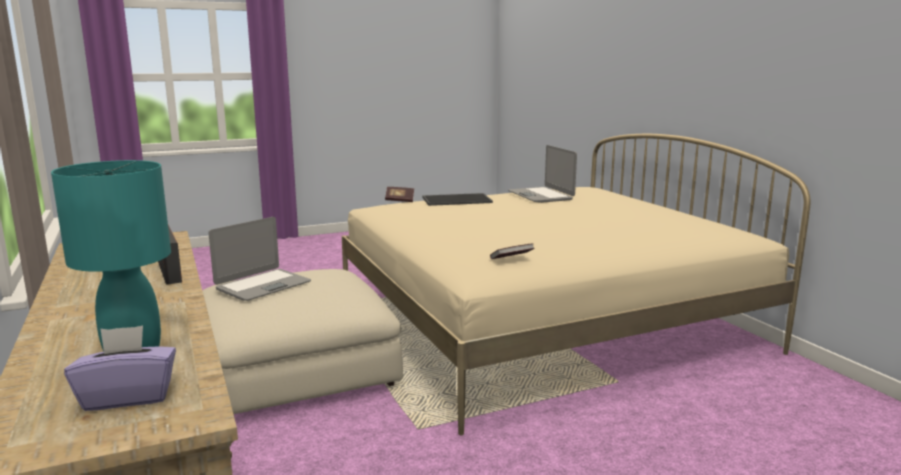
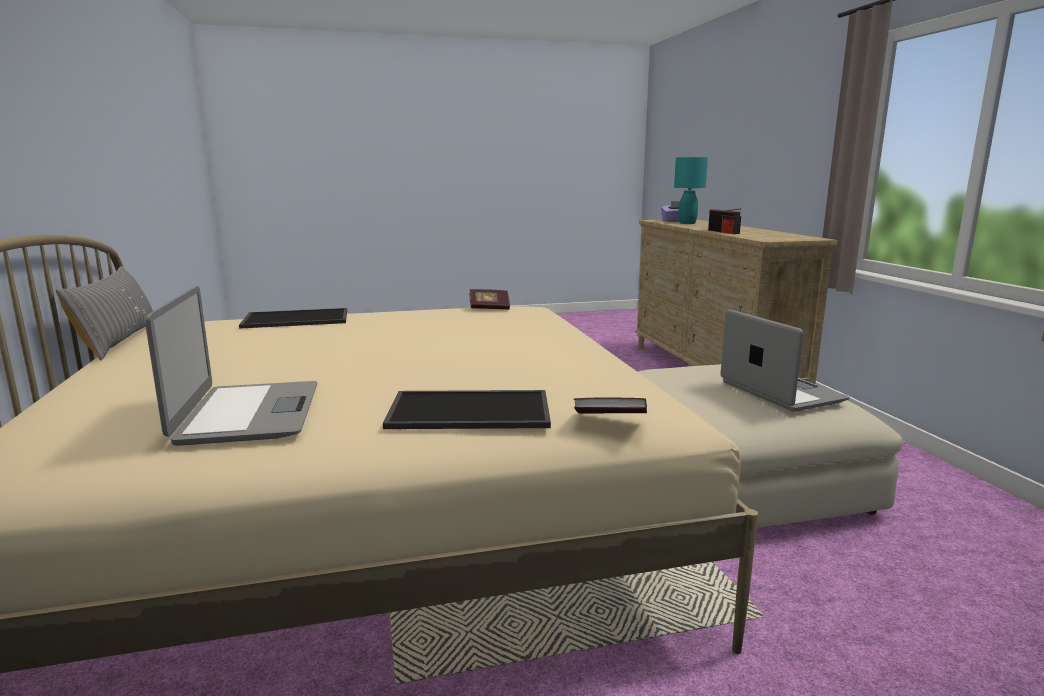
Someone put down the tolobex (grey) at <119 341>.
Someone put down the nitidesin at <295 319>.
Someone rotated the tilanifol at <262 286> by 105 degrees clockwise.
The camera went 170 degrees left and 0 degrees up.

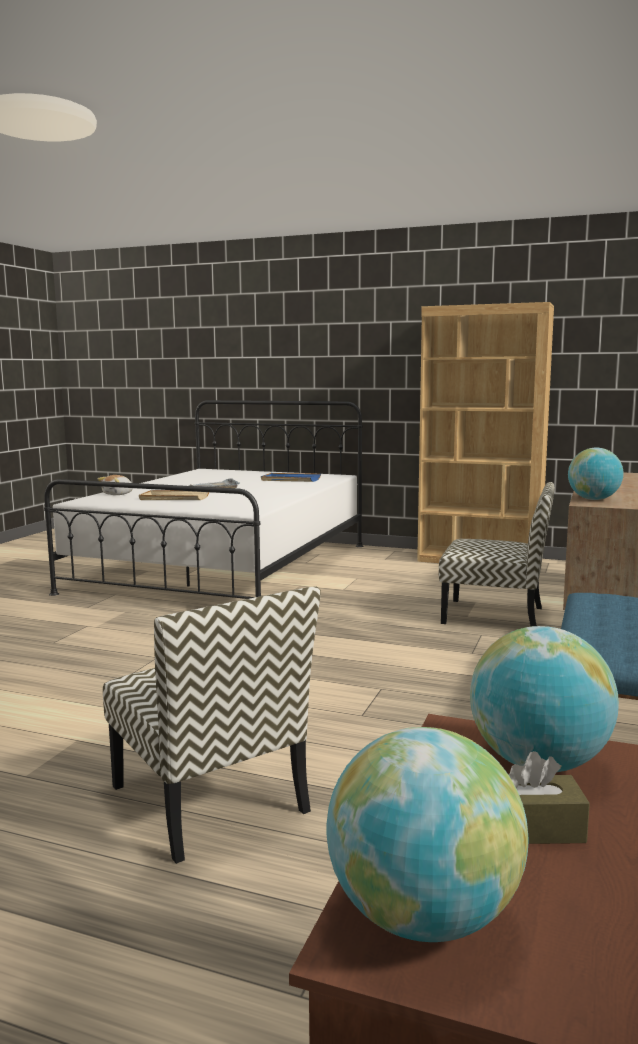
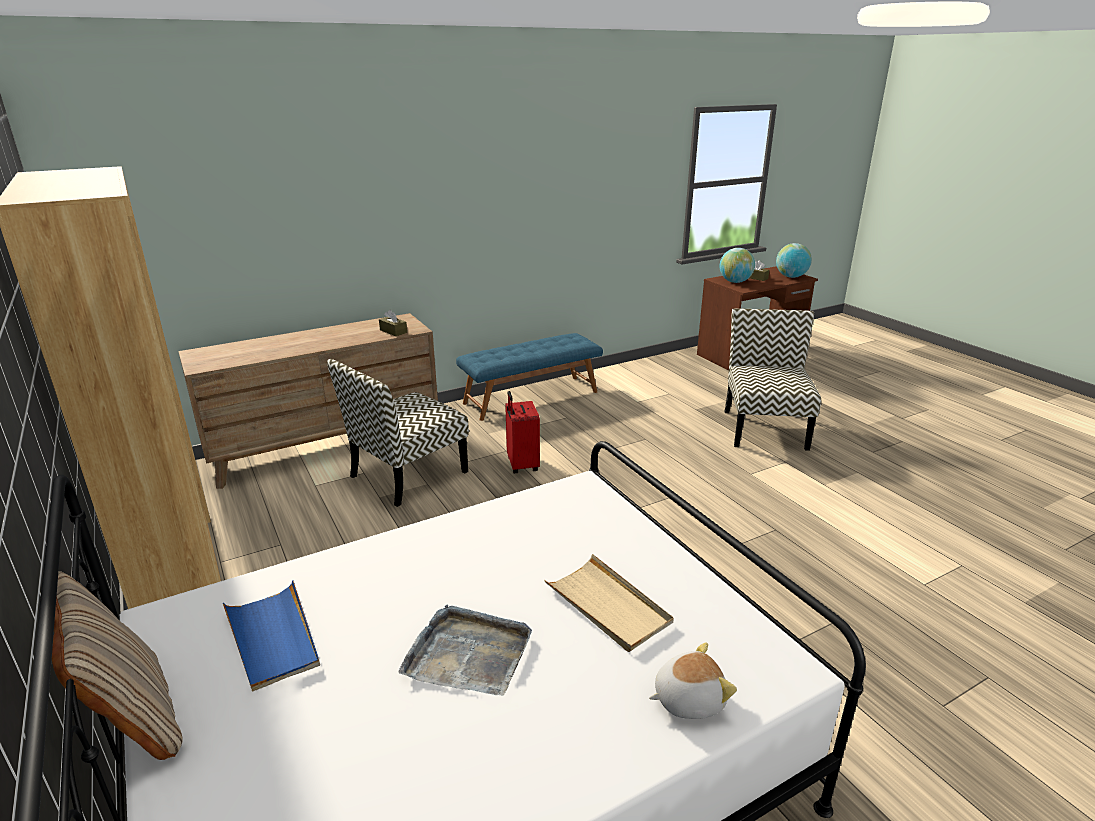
Someone put down the tolobex (beige) at <133 719>.
Someone put down the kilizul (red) at <521 465>.
Someone swapped the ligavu at <593 499> for the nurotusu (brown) at <393 331>.
Someone rotated the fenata at <495 615> by 105 degrees counterclockwise.
The camera went 140 degrees left and 15 degrees up.

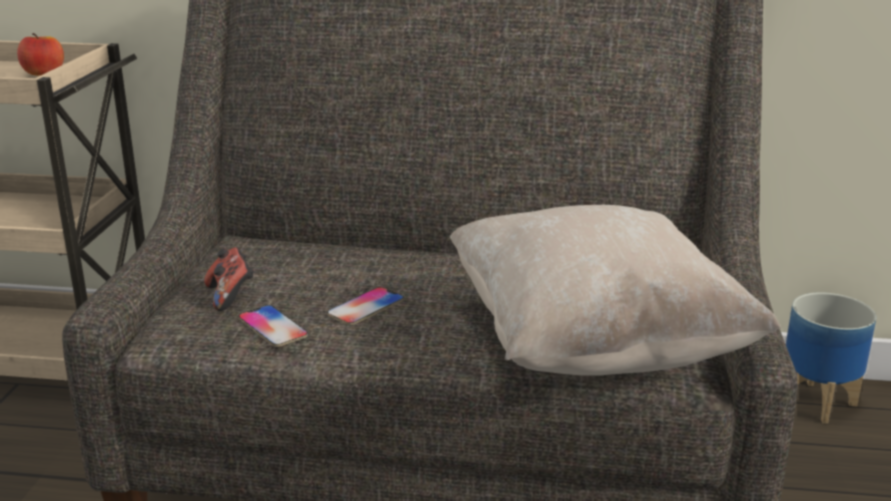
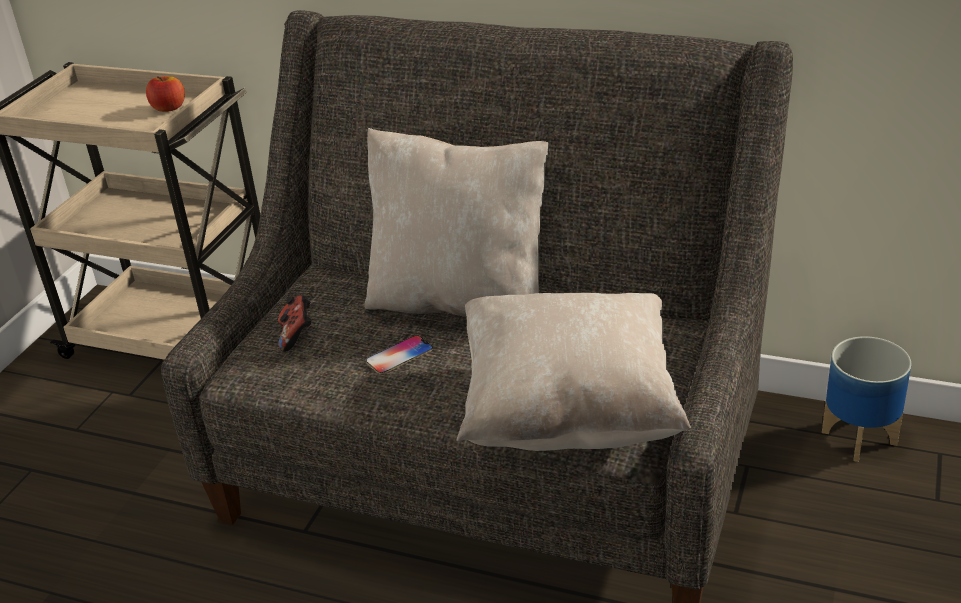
Someone took away the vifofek at <272 327>.
Someone put down the tolobex (beige) at <460 301>.
The camera went 15 degrees right and 10 degrees up.

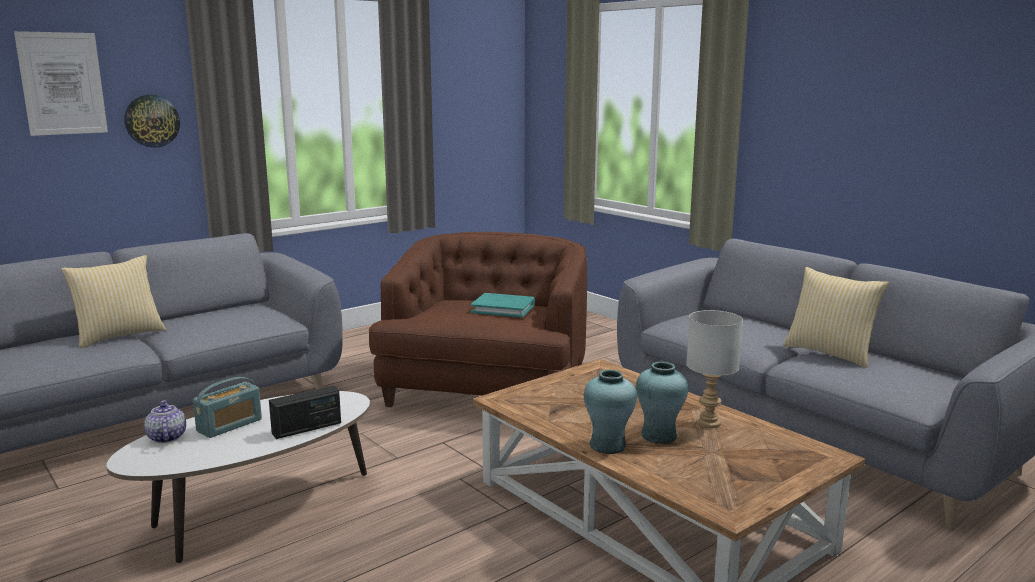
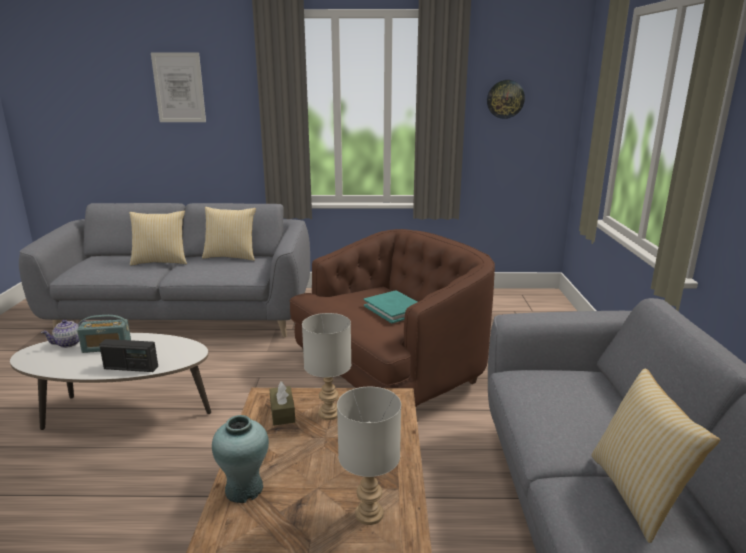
Someone took away the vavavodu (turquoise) at <658 435>.
Someone put down the tolobex at <231 256>.
Someone put down the nurotusu (brown) at <282 412>.
Someone put down the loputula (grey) at <330 413>.
Someone carried the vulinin from <152 121> to <505 99>.
Someone rotated the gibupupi at <166 438> by 150 degrees counterclockwise.
The camera went 40 degrees right and 5 degrees up.

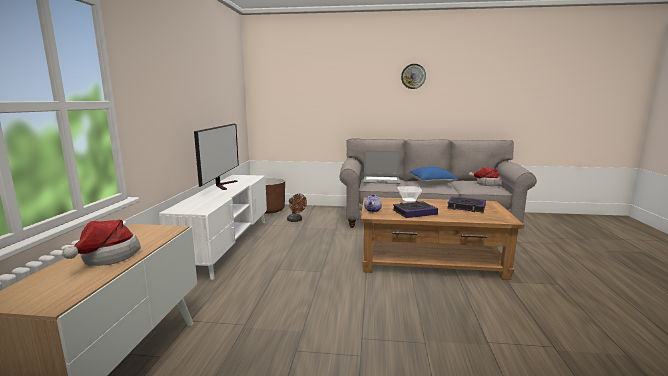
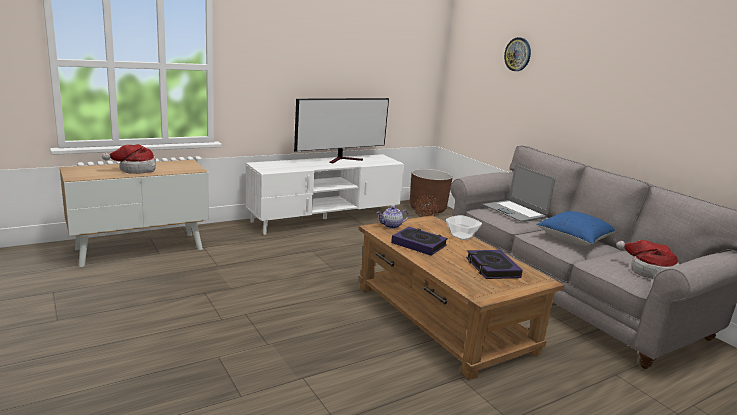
Someone carried the vulinin from <413 76> to <518 54>.
The camera went 50 degrees right and 5 degrees up.

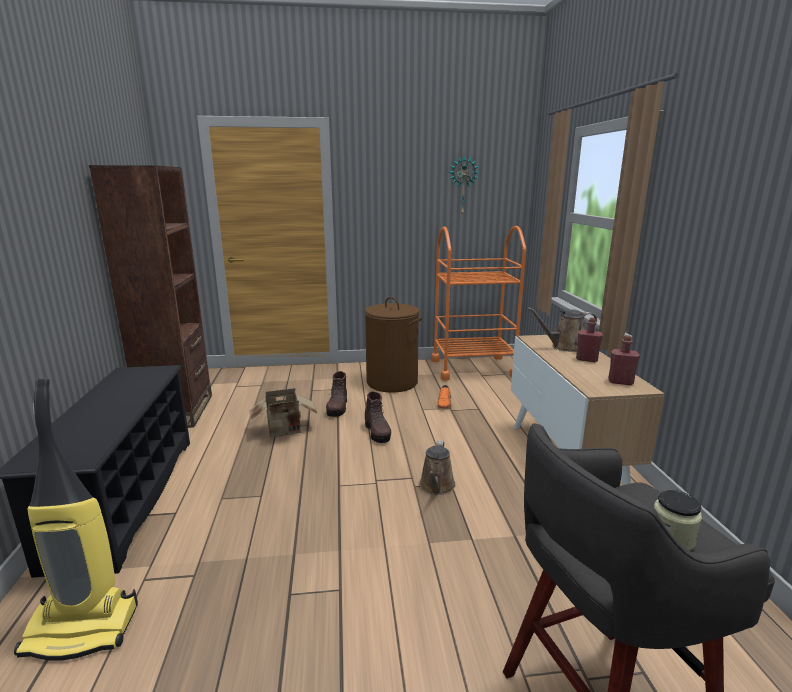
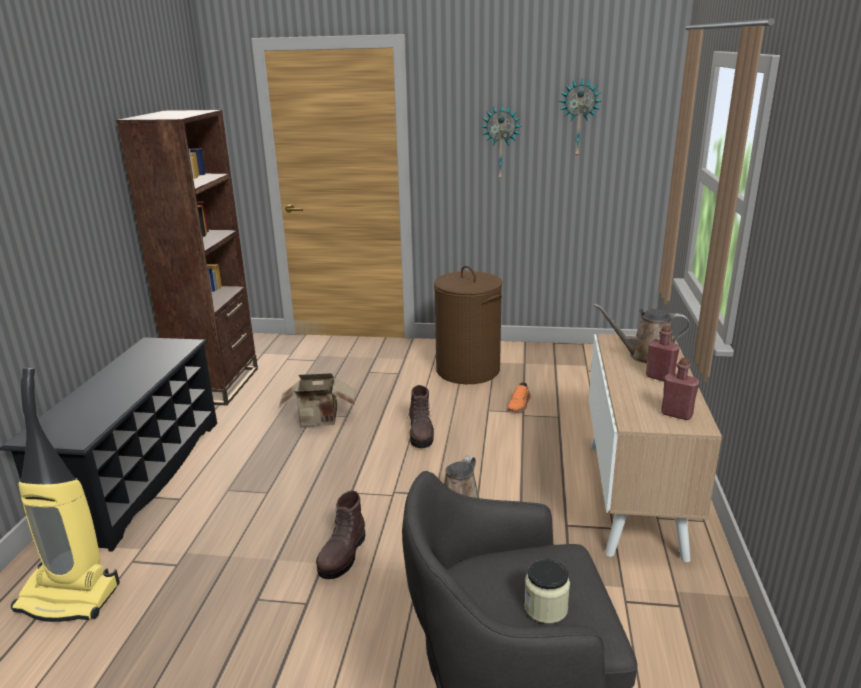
Someone took away the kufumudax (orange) at <472 368>.
Someone put up the vulinin at <501 143>.
Someone carried the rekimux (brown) from <337 408> to <343 556>.
The camera went 15 degrees right and 5 degrees up.

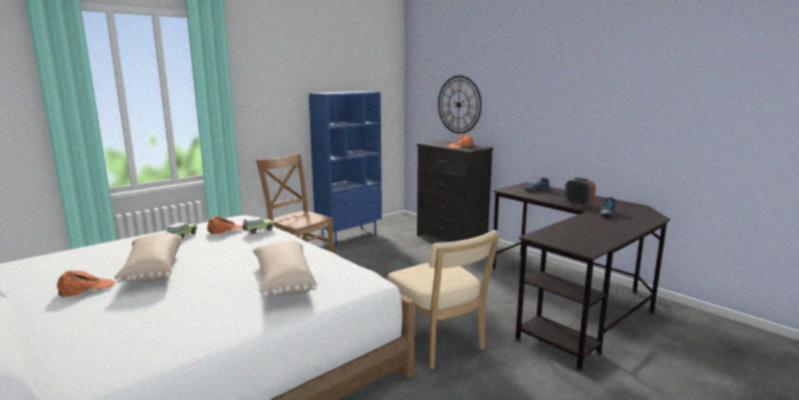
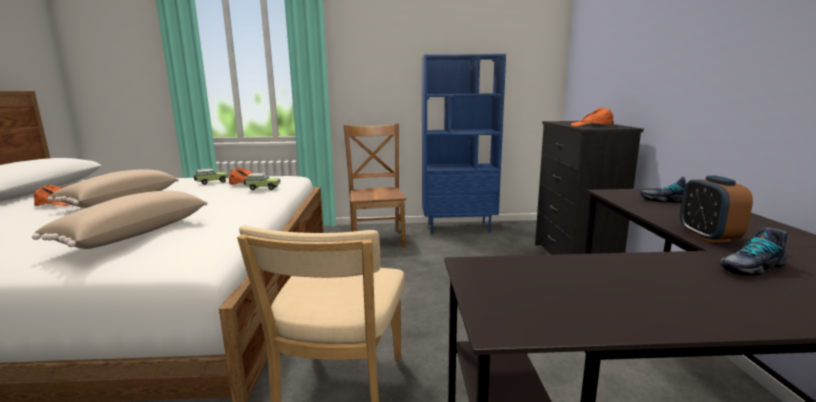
Someone took away the vulinin at <459 104>.
The camera went 40 degrees right and 0 degrees up.

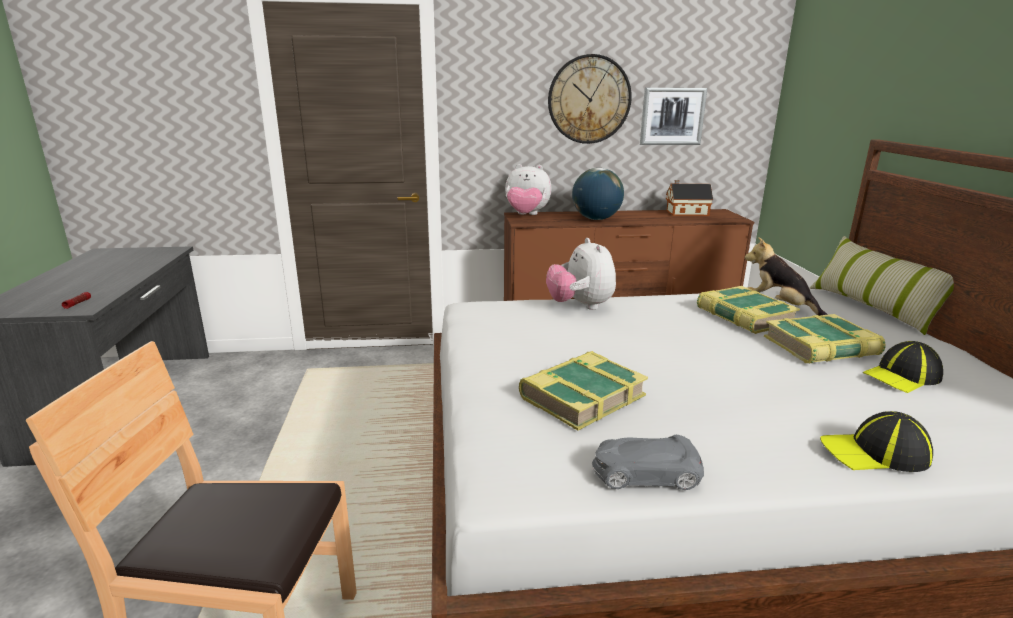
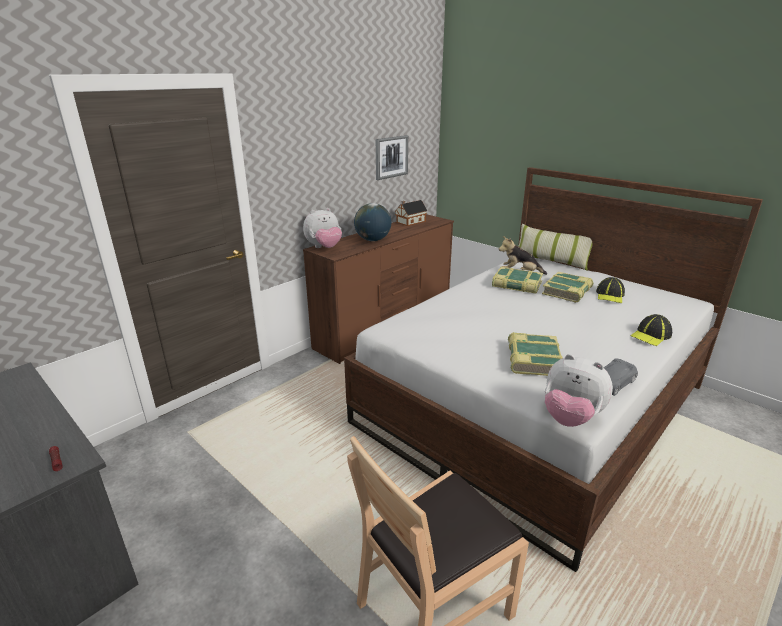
Someone took away the vulinin at <589 99>.
Someone carried the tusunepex from <580 306> to <570 418>.
The camera went 40 degrees left and 5 degrees up.

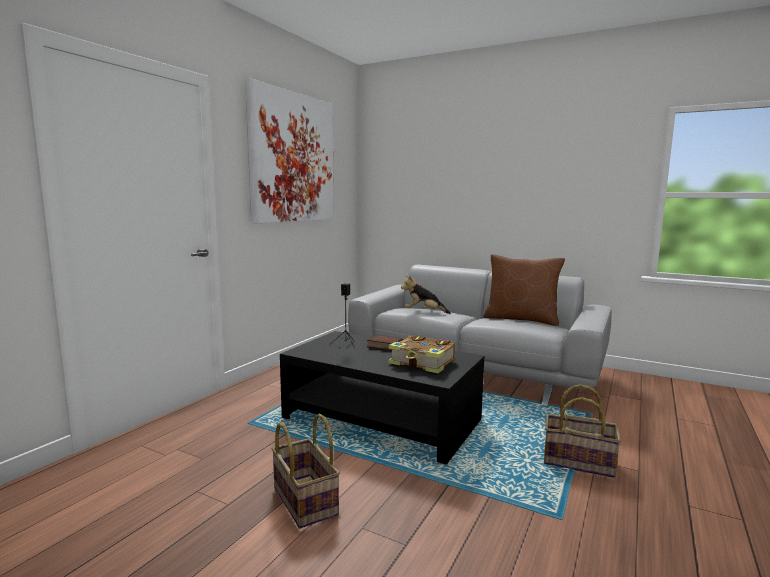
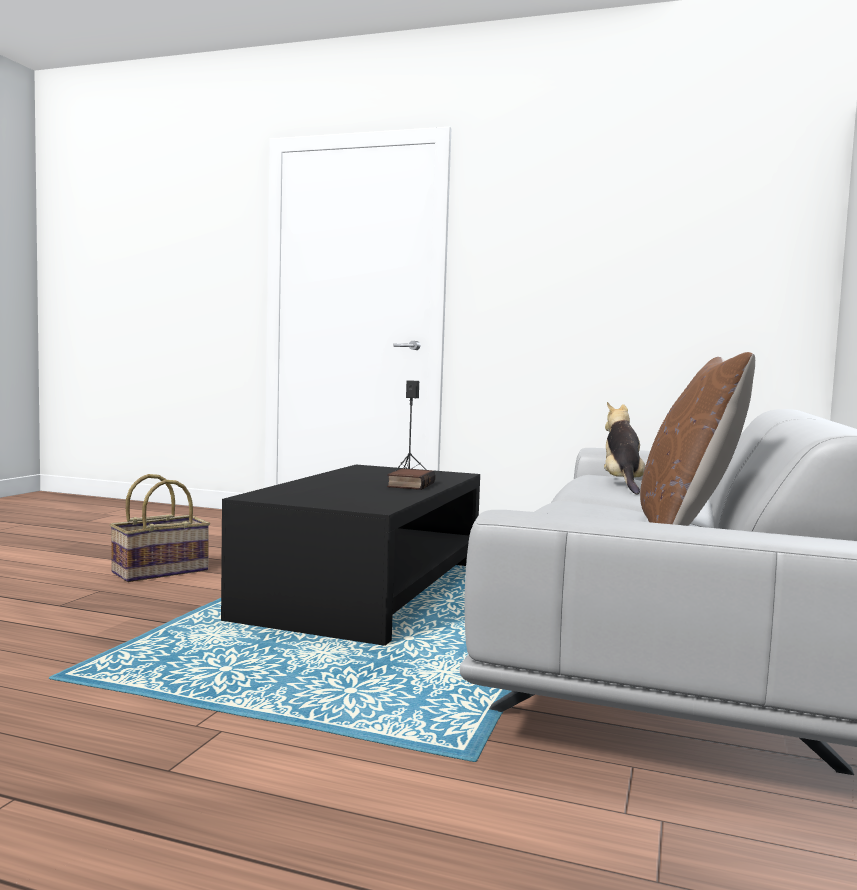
Someone took away the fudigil at <293 158>.
Someone took away the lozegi at <422 363>.
Someone took away the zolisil at <578 462>.
The camera went 80 degrees right and 5 degrees down.

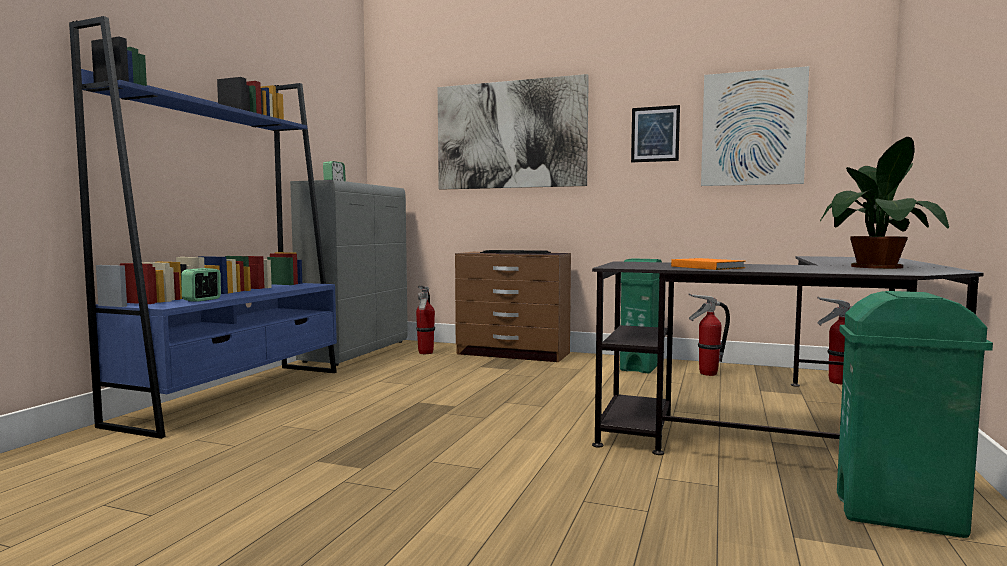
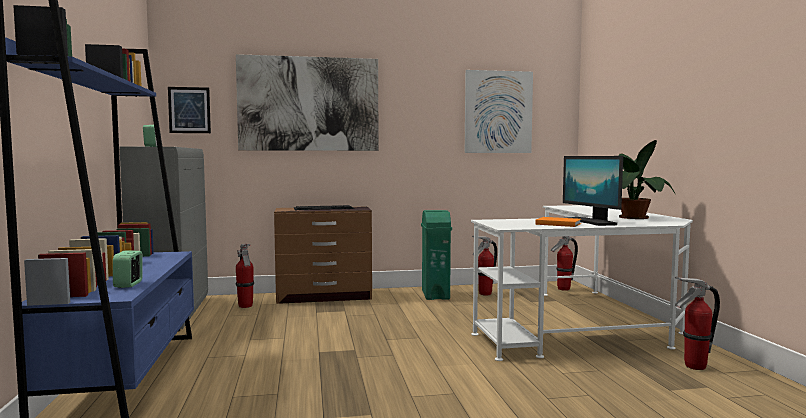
Someone put down the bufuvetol at <591 222>.
Someone carried the fudigil from <655 134> to <189 110>.
Someone swapped the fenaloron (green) at <900 516> for the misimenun at <694 366>.
Someone repainted the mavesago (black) at <800 429>, which became the mavesago (white) at <588 325>.
The camera went 30 degrees left and 0 degrees up.

